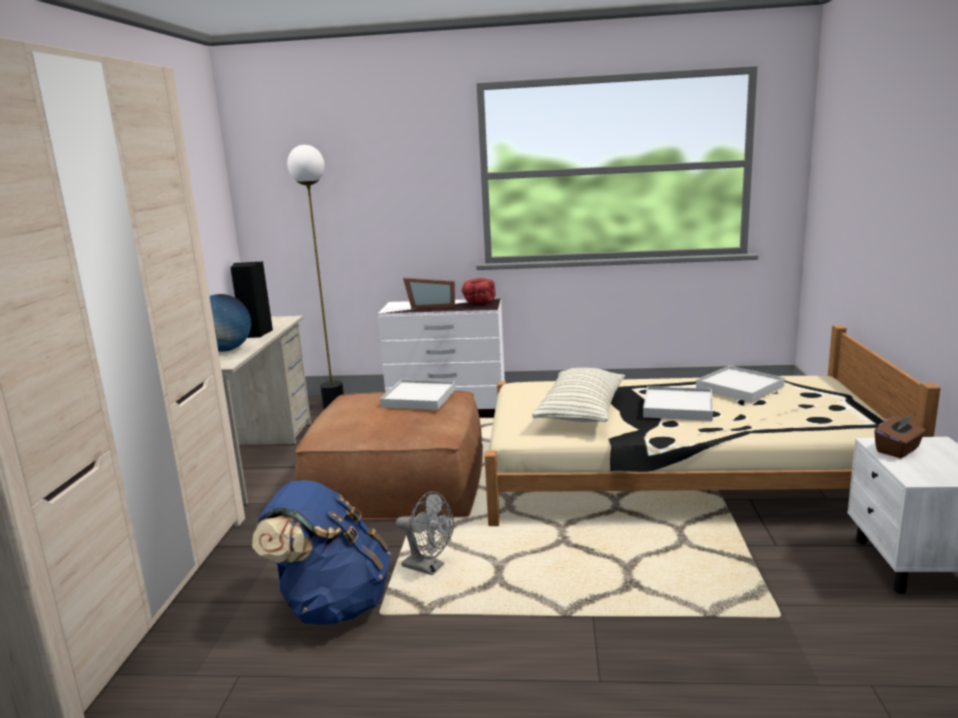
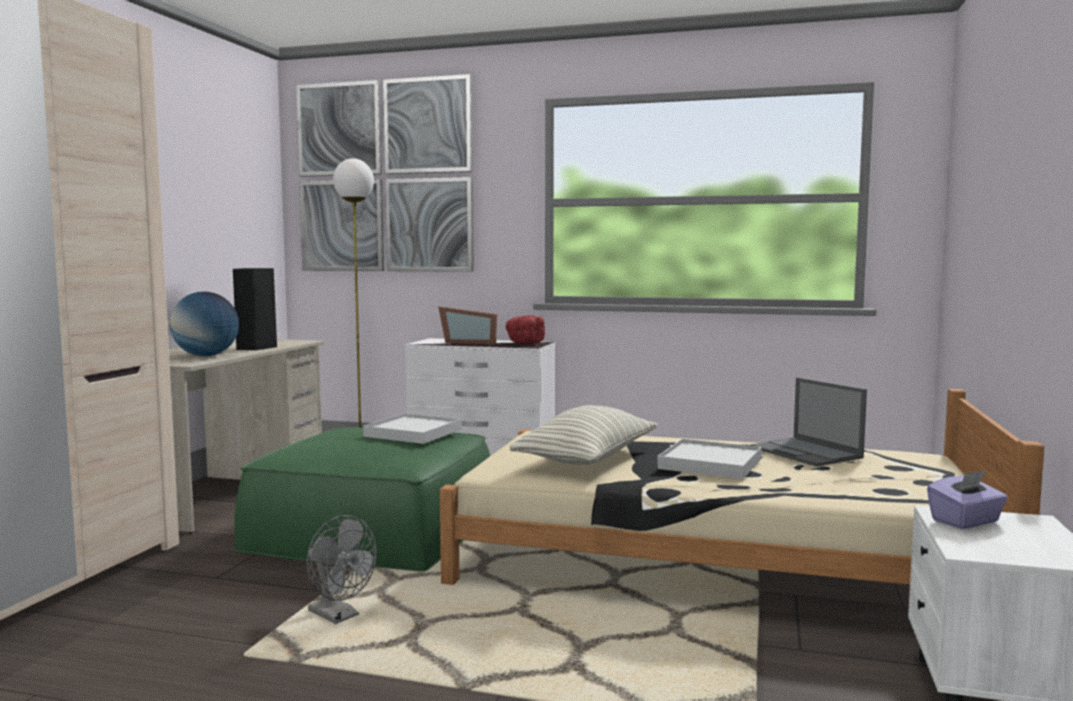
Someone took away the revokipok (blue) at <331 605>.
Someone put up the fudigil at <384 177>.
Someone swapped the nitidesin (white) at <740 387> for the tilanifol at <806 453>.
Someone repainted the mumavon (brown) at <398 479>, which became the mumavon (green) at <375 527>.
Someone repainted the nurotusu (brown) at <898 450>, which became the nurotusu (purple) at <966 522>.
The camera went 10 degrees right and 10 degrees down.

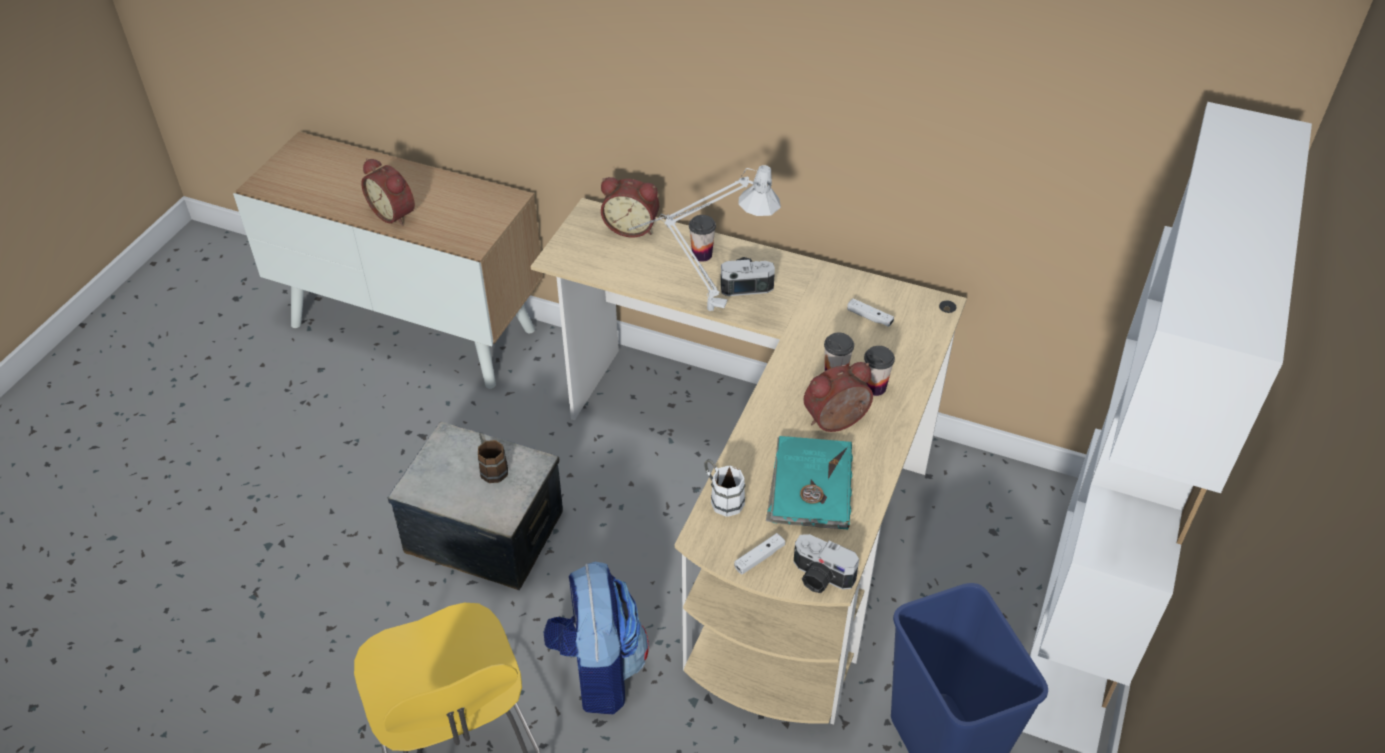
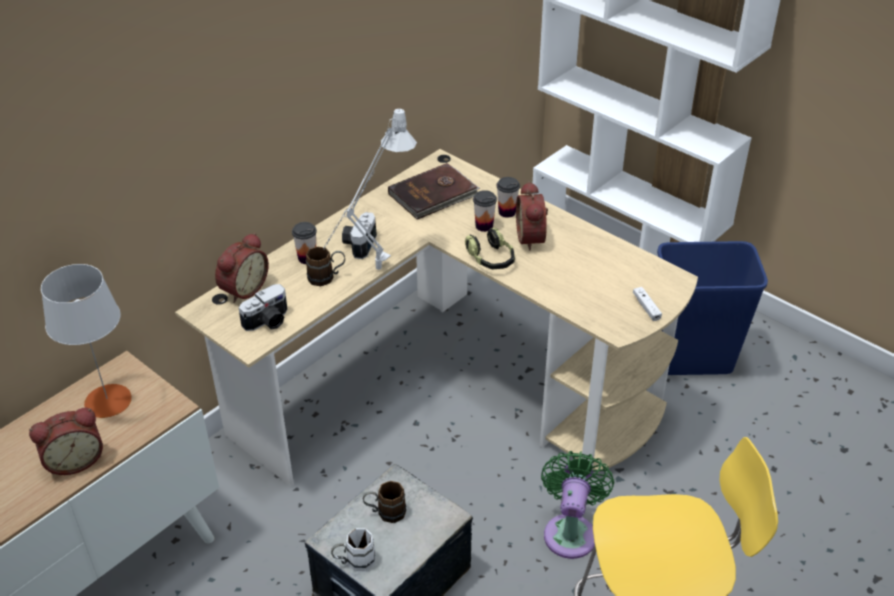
Someone took away the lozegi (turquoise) at <810 486>.
Someone put down the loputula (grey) at <107 401>.
Someone put down the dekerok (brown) at <327 277>.
Someone put down the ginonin at <491 259>.
Someone carried the dekerok (white) from <722 498> to <354 562>.
Someone carried the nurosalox from <820 578> to <268 322>.
Someone swapped the revokipok at <598 669> for the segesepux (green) at <571 531>.
Someone swapped the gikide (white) at <869 317> for the lozegi (brown) at <434 195>.
The camera went 70 degrees left and 5 degrees down.

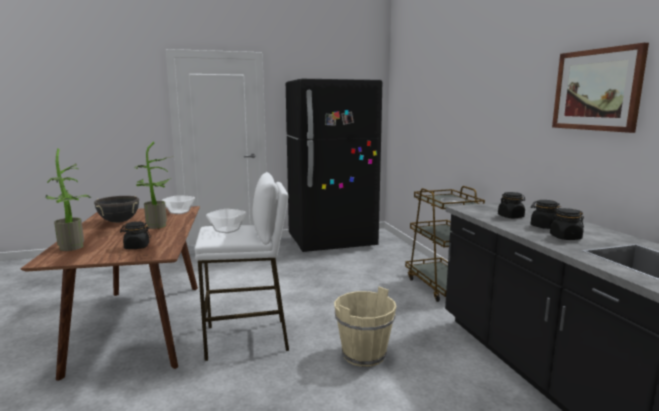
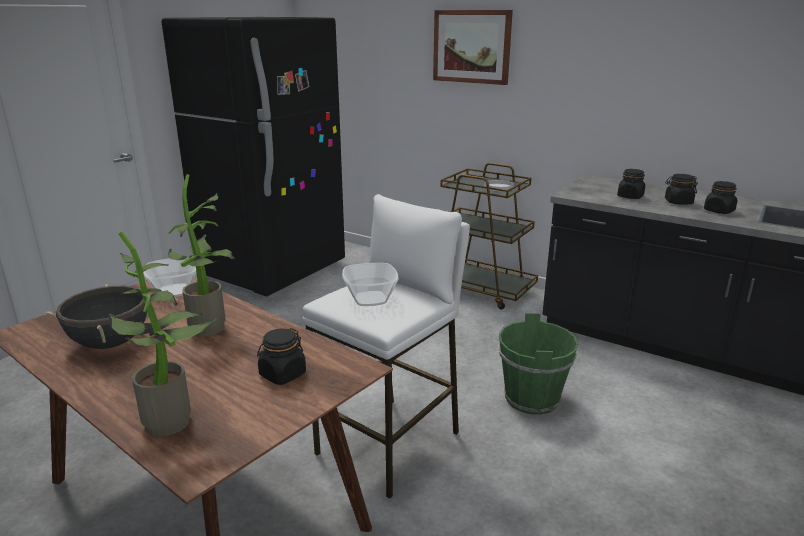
Someone carried the fudigil from <597 90> to <471 46>.
Someone repainted the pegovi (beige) at <364 355>, which became the pegovi (green) at <532 399>.
The camera went 40 degrees left and 10 degrees up.

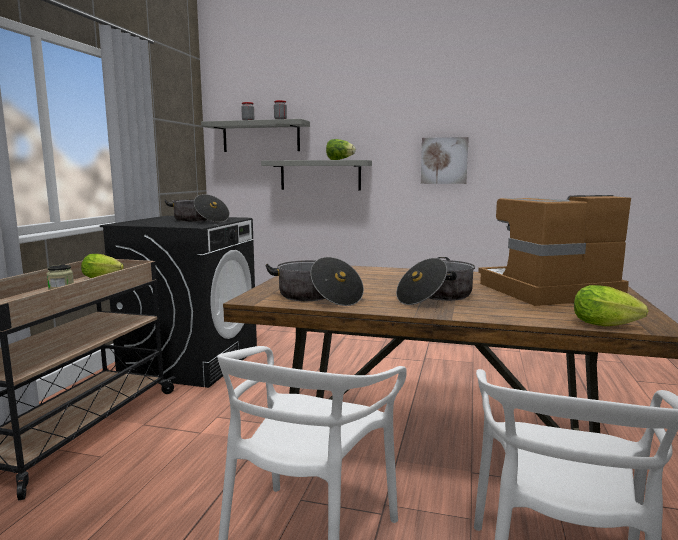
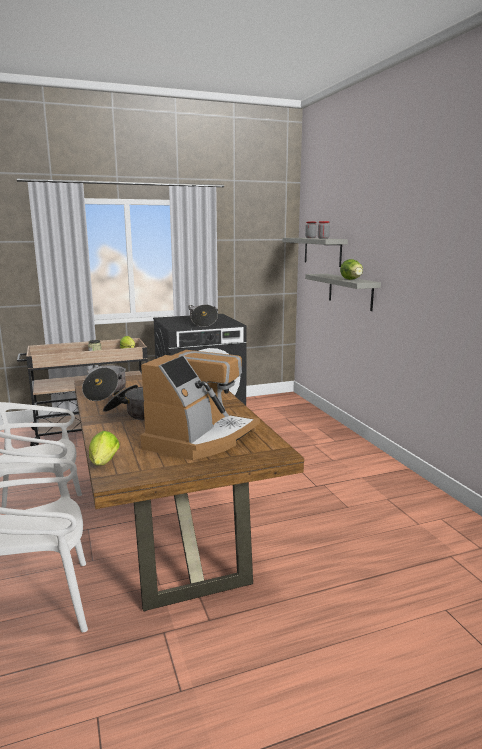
Someone took away the fudigil at <444 160>.
Someone rotated the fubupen at <547 291> by 75 degrees clockwise.
The camera went 55 degrees right and 5 degrees up.

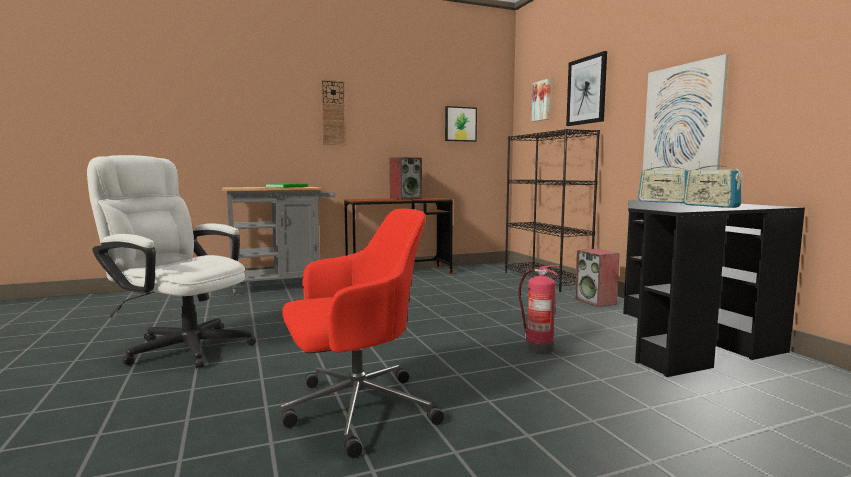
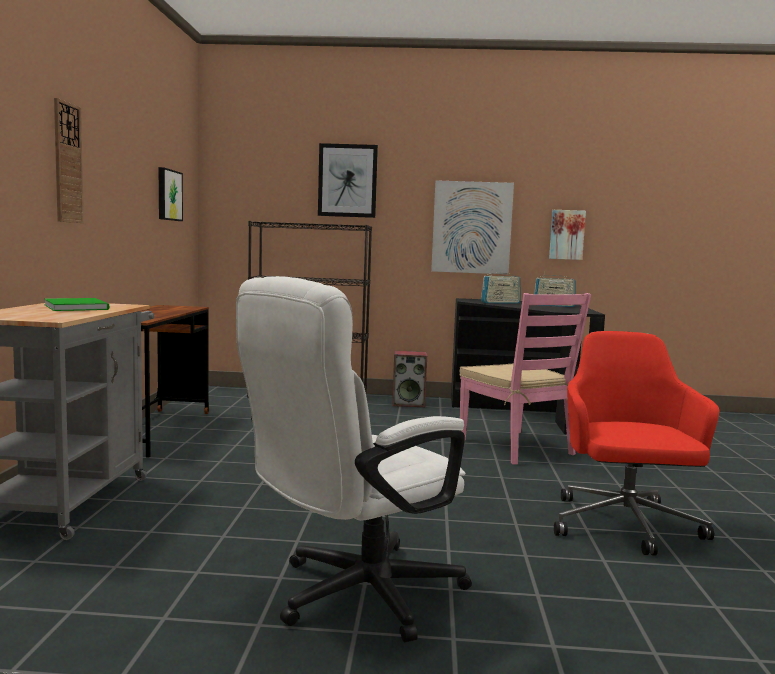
Someone took away the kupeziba at <406 198>.
Someone carried the fudigil from <542 100> to <566 234>.
Someone swapped the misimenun at <538 349> for the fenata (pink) at <516 447>.
The camera went 65 degrees left and 0 degrees up.

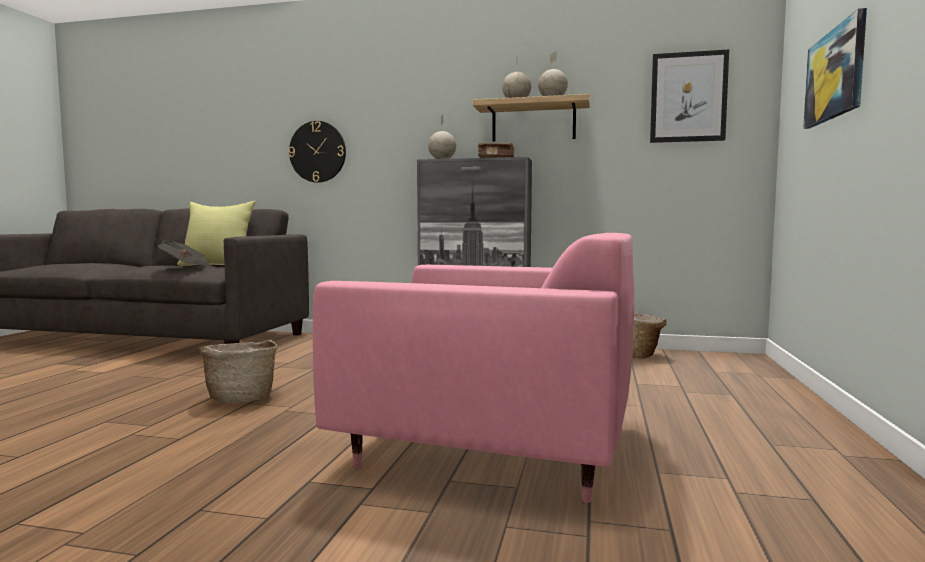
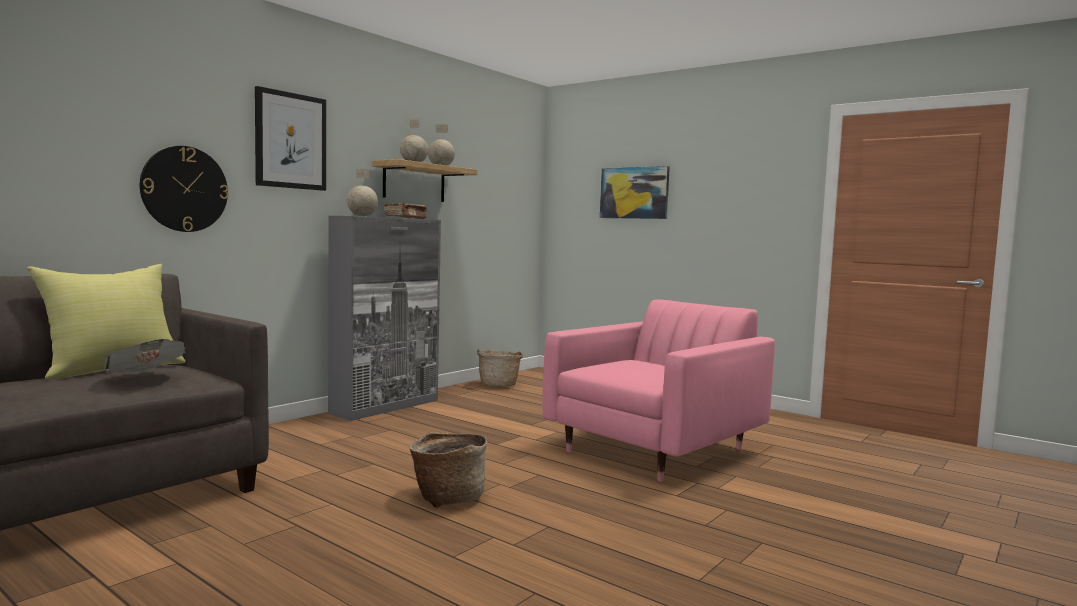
Someone carried the fudigil from <688 97> to <290 141>.
The camera went 65 degrees left and 0 degrees up.

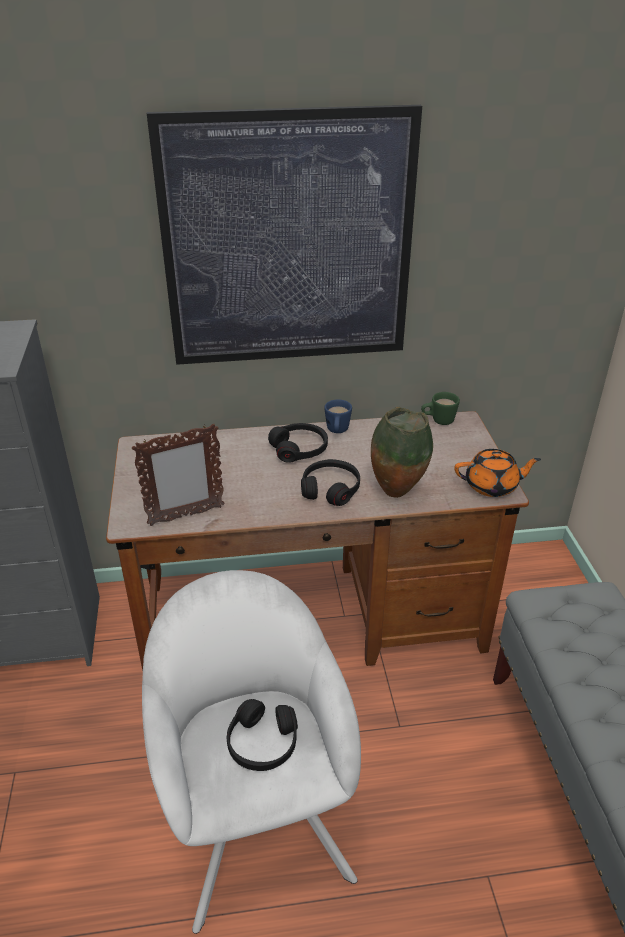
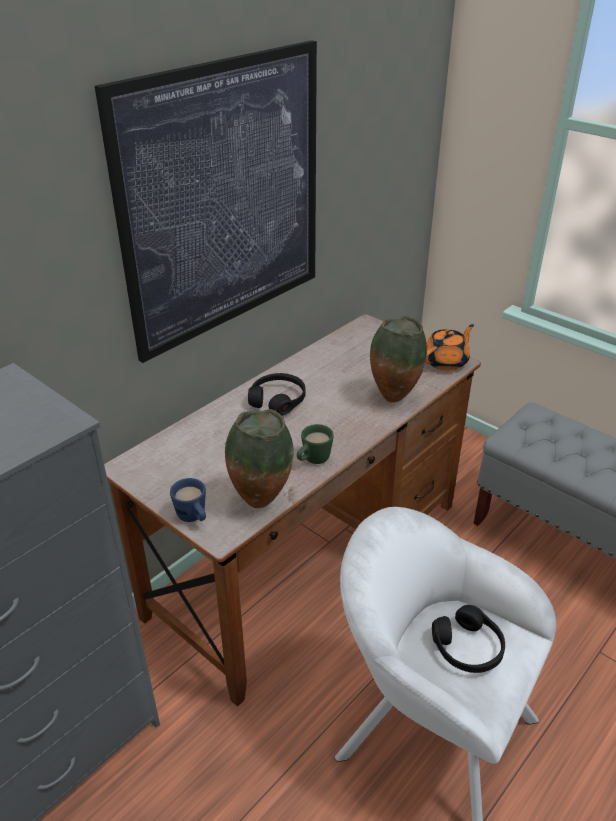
Someone took away the ginonin (black) at <330 489>.
Someone carried the dekerok (blue) from <337 431> to <194 518>.
Someone carried the dekerok (green) from <438 421> to <313 460>.
Someone swapped the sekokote at <185 516> for the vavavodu at <261 500>.
The camera went 40 degrees left and 0 degrees up.

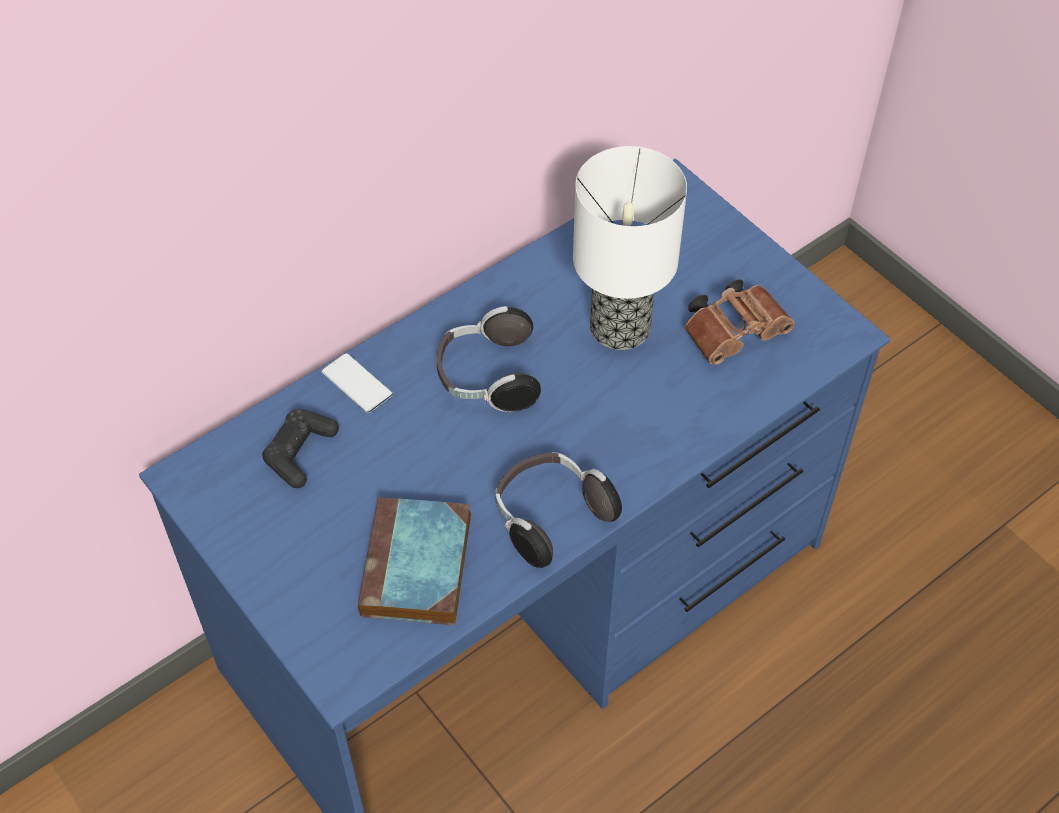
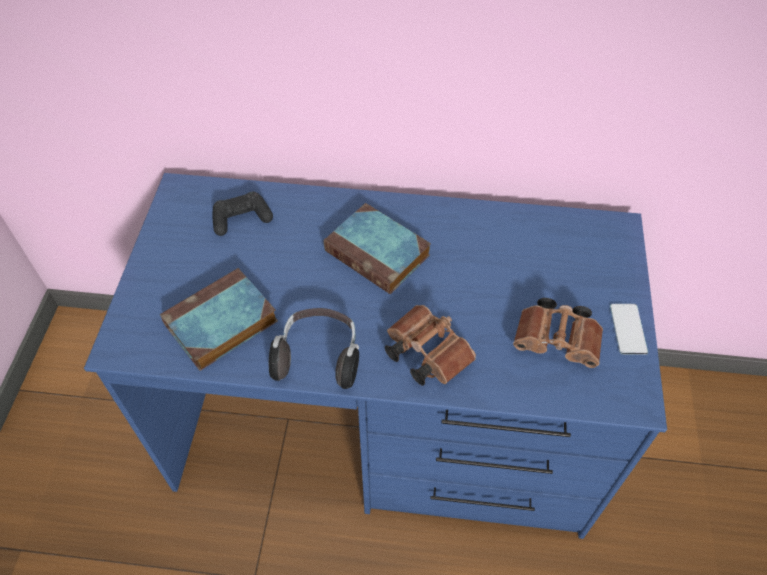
Someone took away the loputula at <618 328>.
Someone put down the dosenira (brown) at <424 353>.
Someone carried the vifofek from <357 383> to <628 329>.
Someone swapped the ginonin at <487 377> for the lozegi at <379 253>.
The camera went 45 degrees right and 0 degrees up.

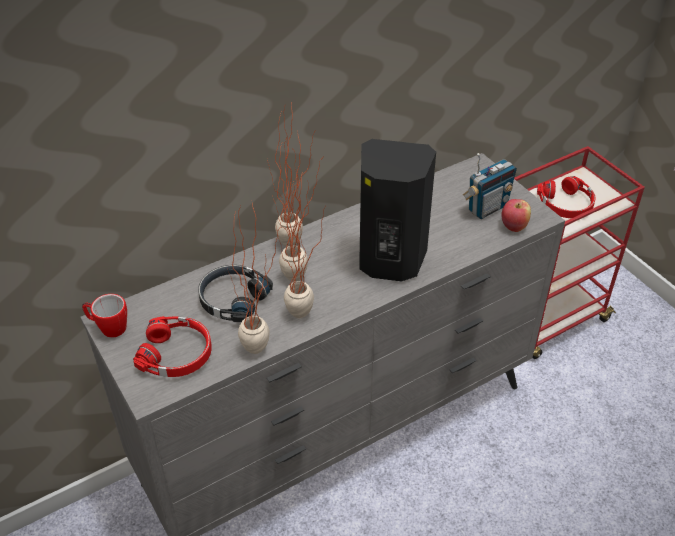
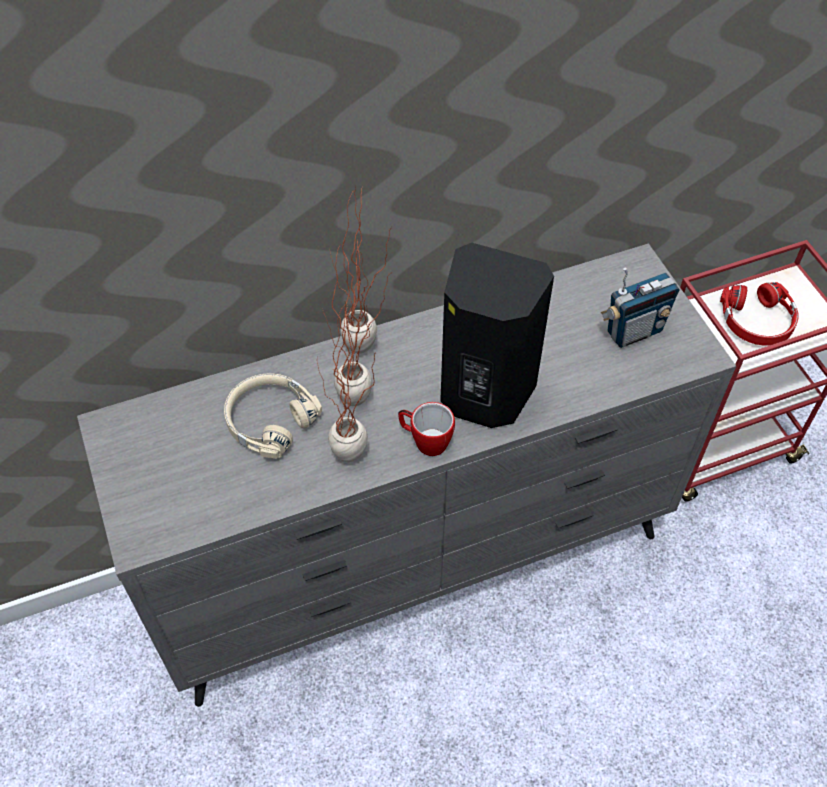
Someone took away the ginonin (red) at <177 354>.
Someone took away the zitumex at <264 351>.
Someone took away the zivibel at <513 226>.
Someone carried the dekerok from <108 327> to <425 441>.
Someone repainted the ginonin (black) at <233 299>, which became the ginonin (beige) at <269 420>.
The camera went 10 degrees right and 10 degrees up.

